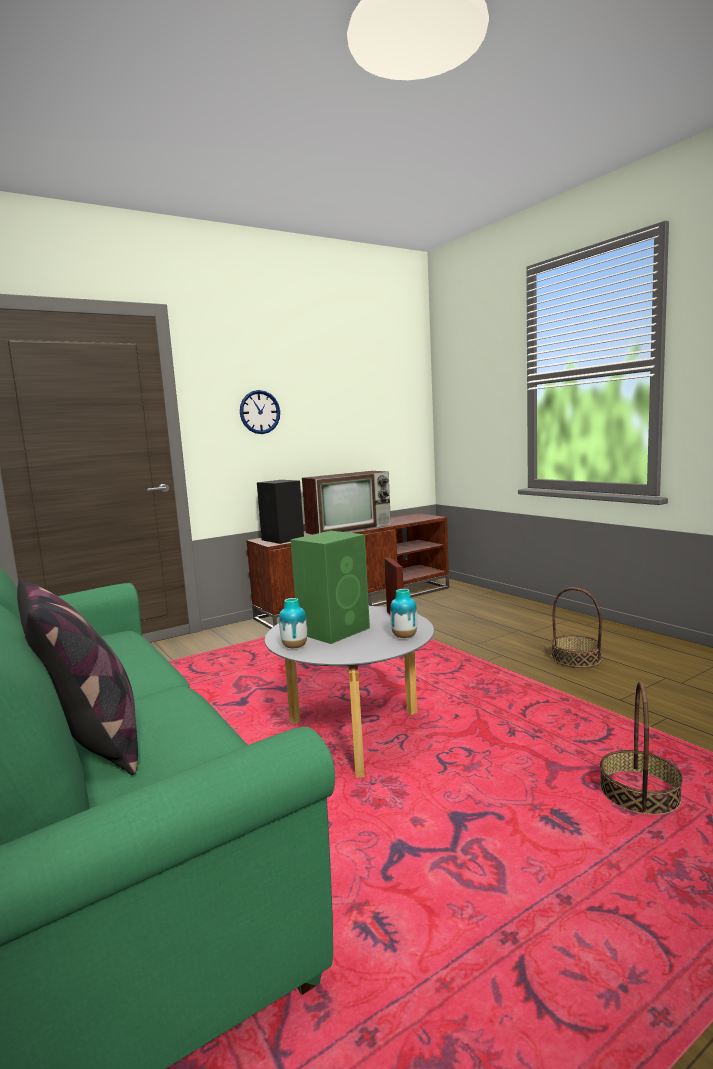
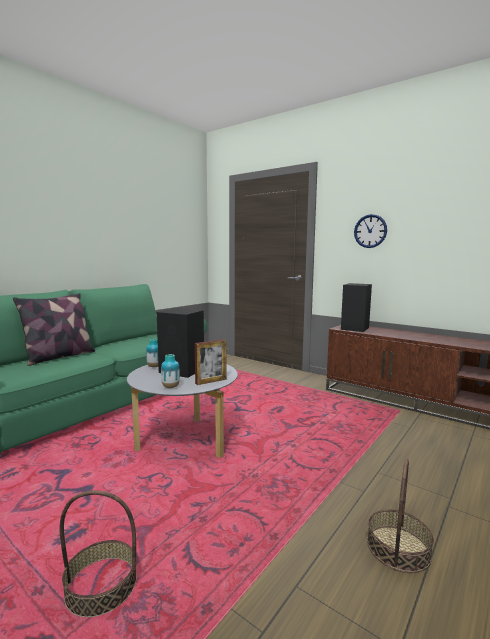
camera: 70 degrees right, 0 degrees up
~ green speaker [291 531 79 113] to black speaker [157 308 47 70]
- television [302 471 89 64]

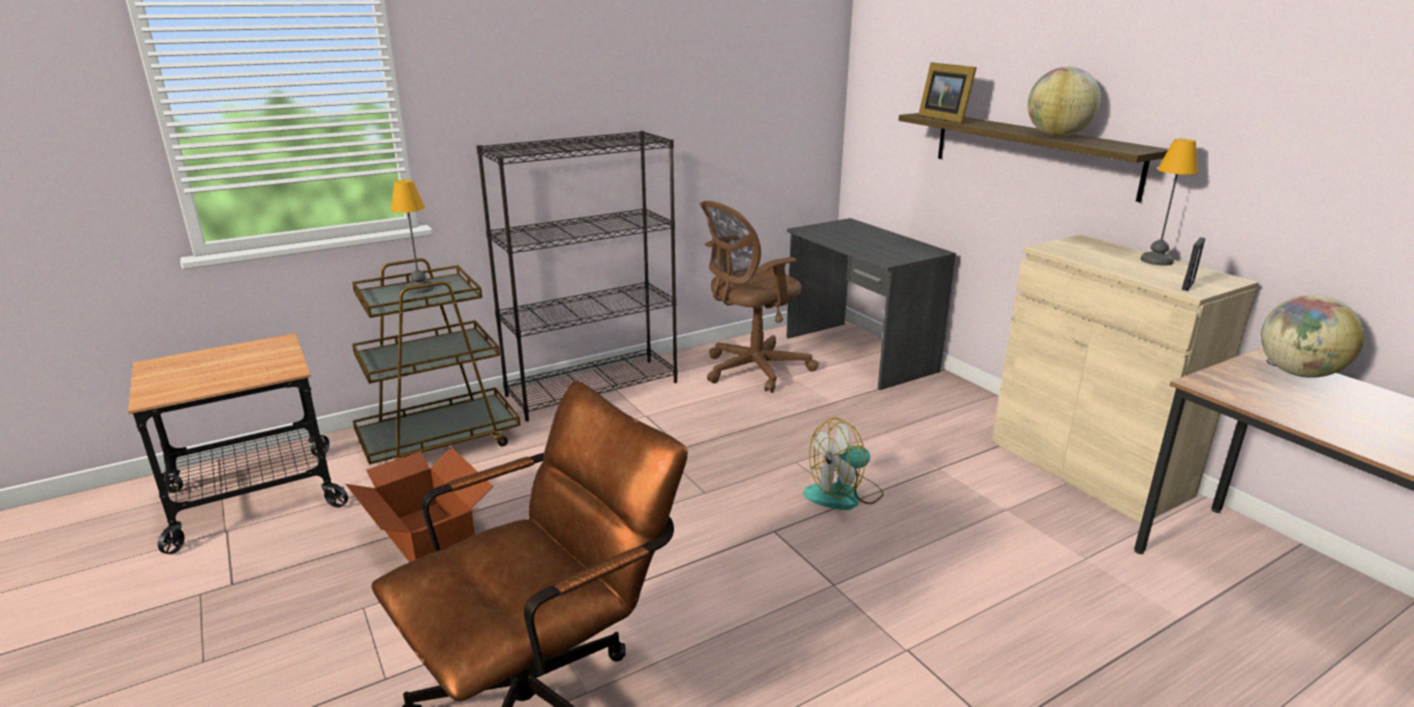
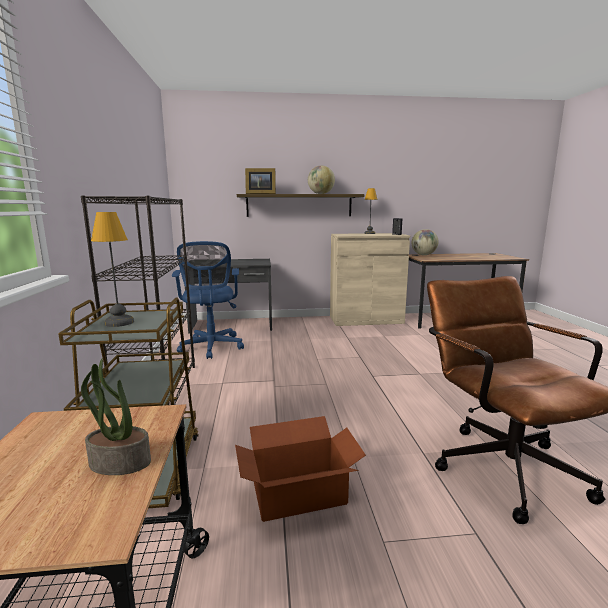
camera: 65 degrees left, 10 degrees down
~ brown office chair [700 201 119 191] to blue office chair [172 241 72 118]
- fan [803 417 81 93]
+ potted plant [81 359 70 116]

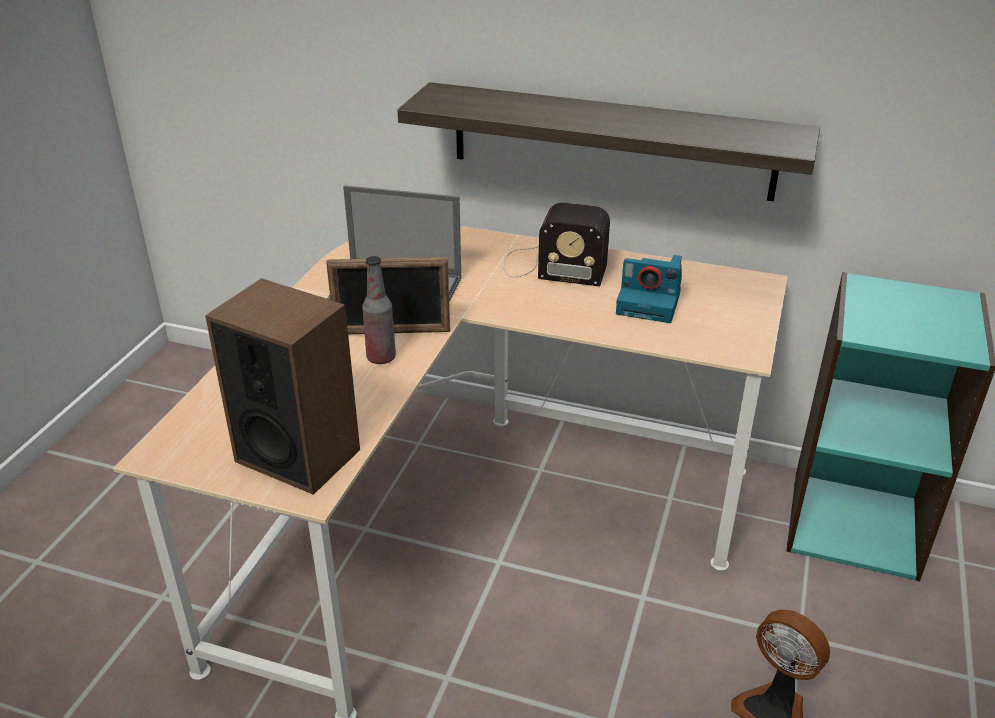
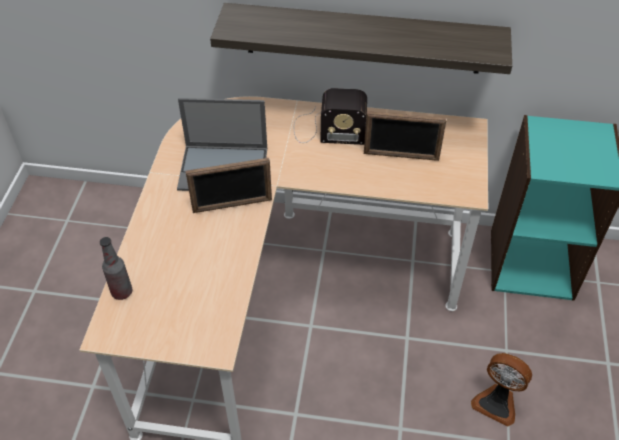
camera: 10 degrees left, 15 degrees up
- speaker [205 278 155 217]
~ bottle [362 256 34 108] to [100 237 32 63]
~ photo camera [616 255 66 68] to picture frame [364 111 83 50]

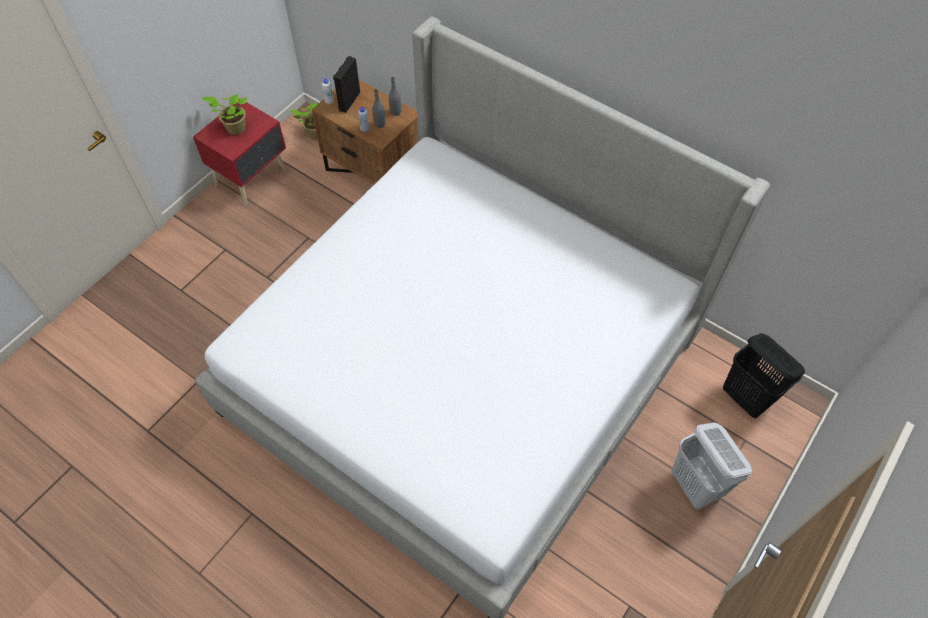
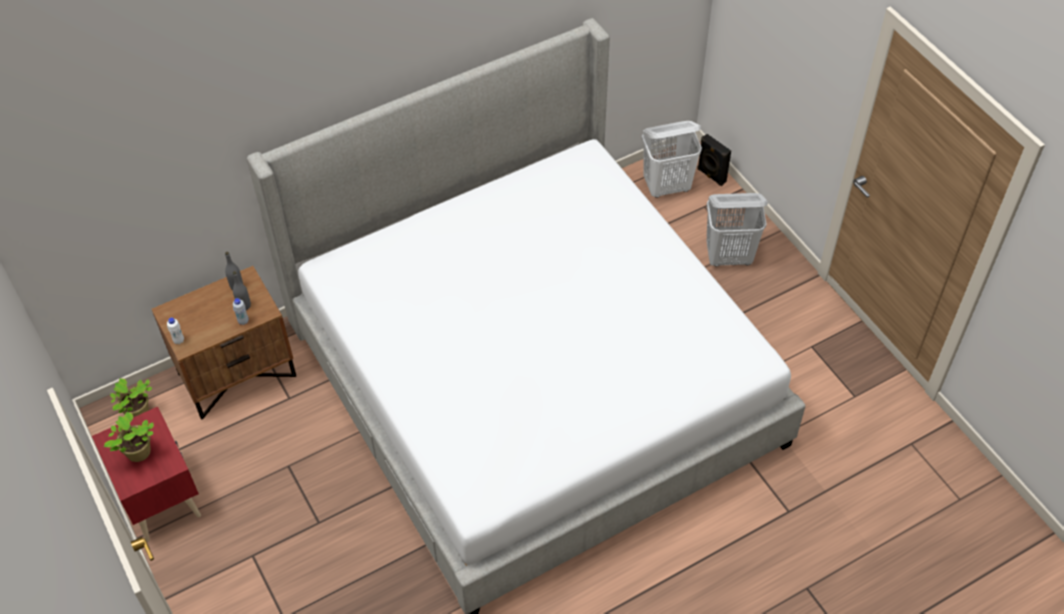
camera: 65 degrees left, 5 degrees down
~ black speaker [333 56 27 57] to [697 134 34 52]
~ black laundry basket [723 333 82 85] to white laundry basket [642 121 60 77]

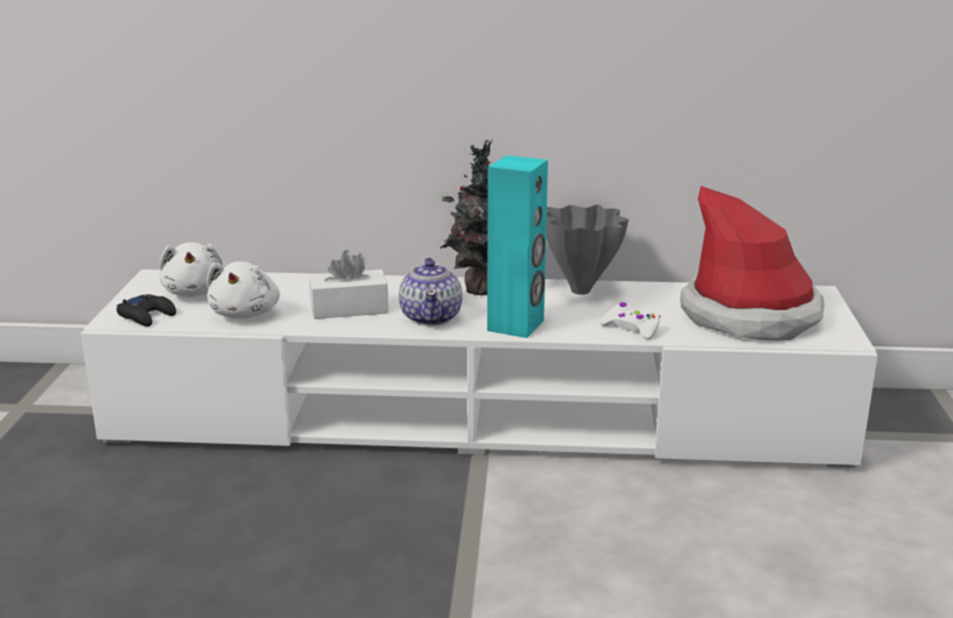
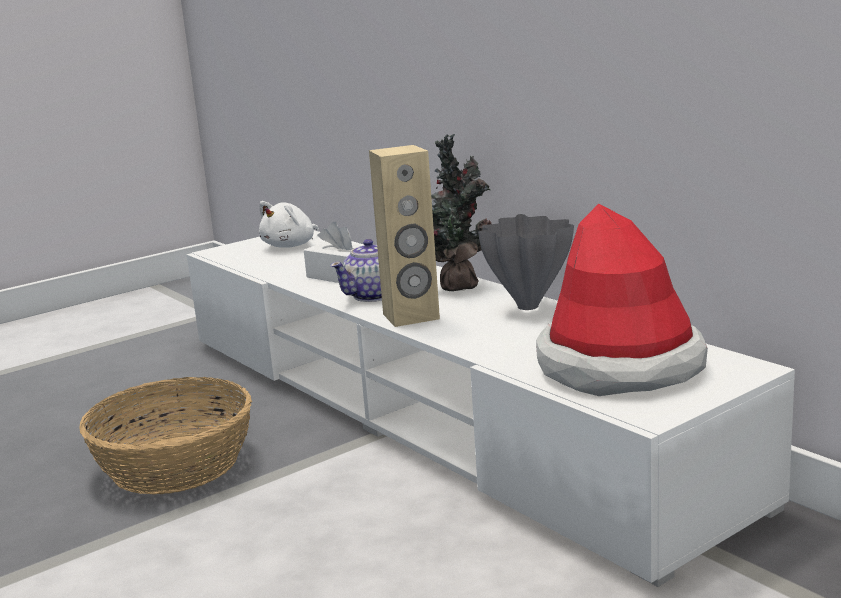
camera: 50 degrees right, 5 degrees down
- black game controller [117 294 59 33]
- white plush toy [207 261 73 58]
~ turquoise speaker [487 155 61 183] to beige speaker [369 145 71 182]
- white game controller [600 302 60 38]
+ basket [79 377 173 118]

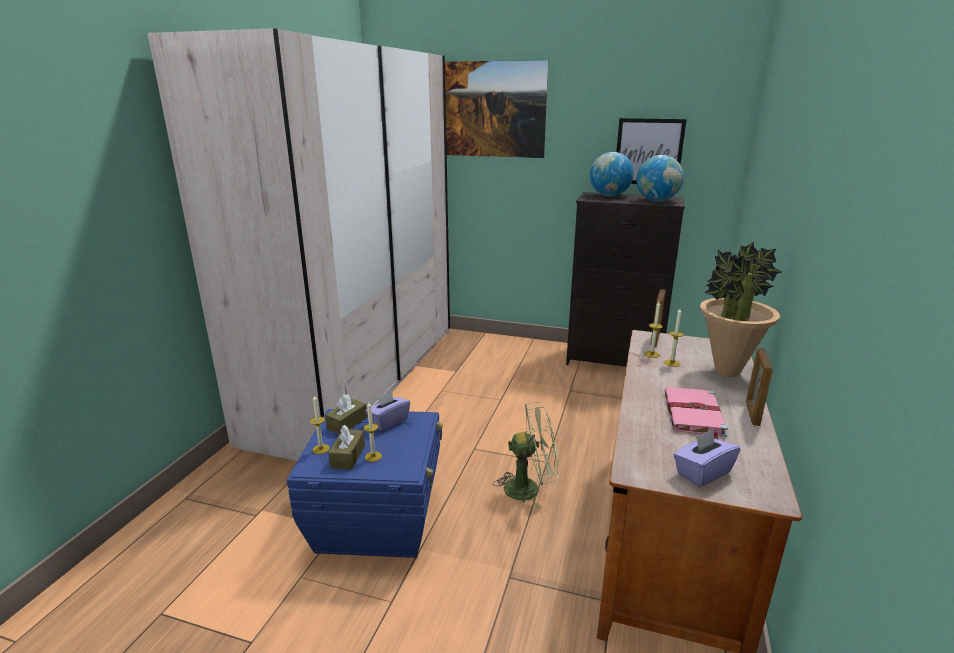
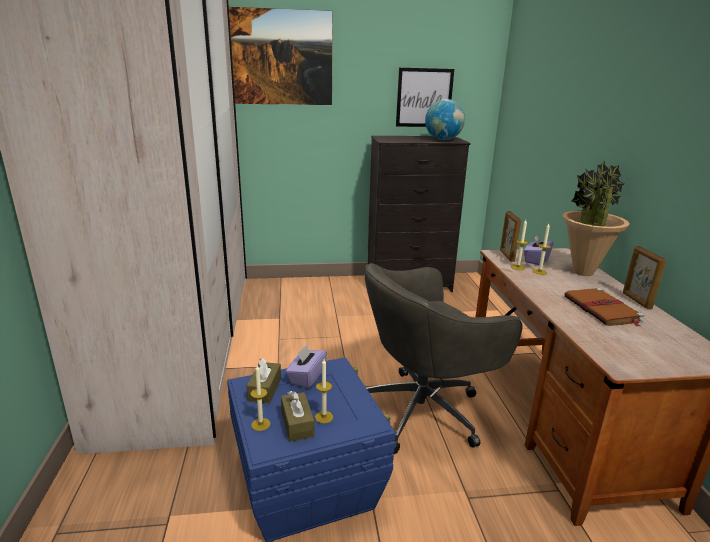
camera: 25 degrees left, 0 degrees up
~ green fan [493 402 65 108] to grey office chair [365 263 157 191]
- globe [590 152 44 44]
~ pink book [665 387 63 52] to brown book [564 288 80 38]
~ purple tissue box [674 429 66 58] to [524 233 30 32]

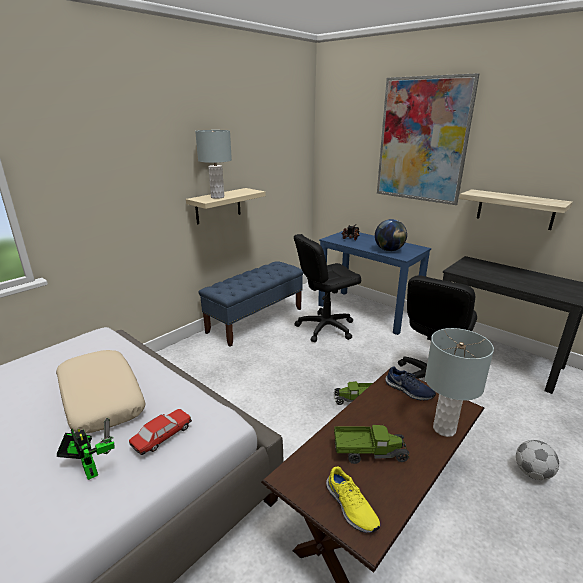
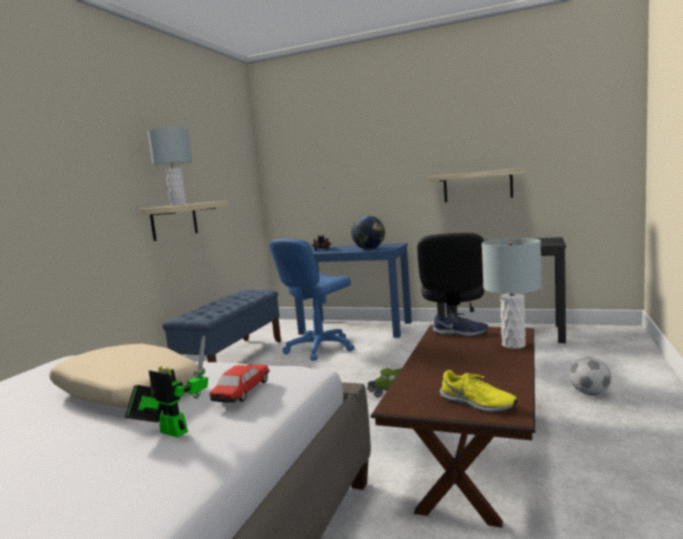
camera: 20 degrees left, 15 degrees down
~ black office chair [294 234 67 108] to blue office chair [269 239 86 122]
- toy truck [334 425 76 39]
- picture [377 73 102 132]

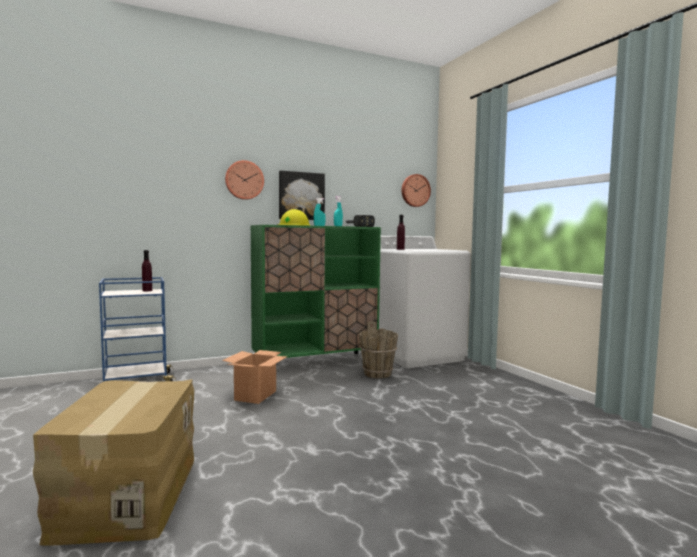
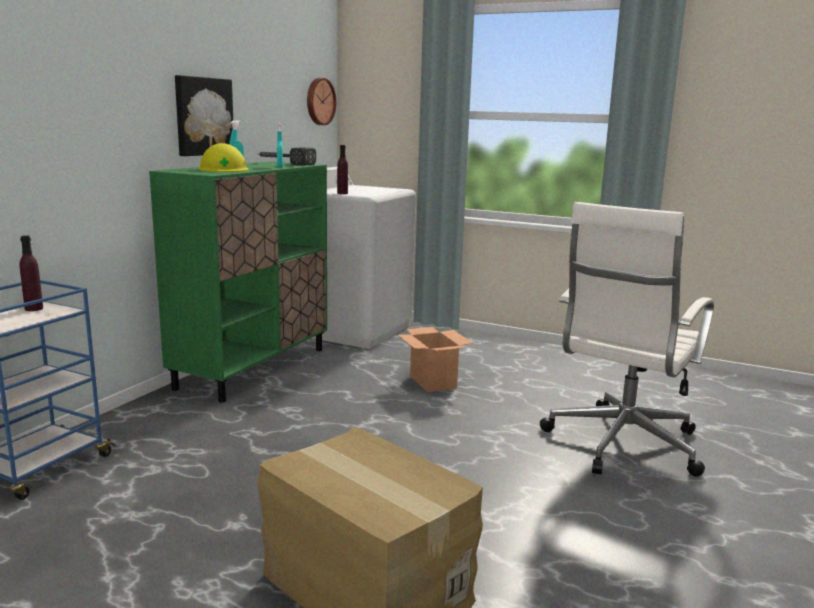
camera: 40 degrees left, 10 degrees up
~ cardboard box [222 350 66 54] to [397 327 76 65]
- wall clock [225 160 39 40]
- brown bucket [359 321 39 57]
+ white office chair [540 202 174 275]

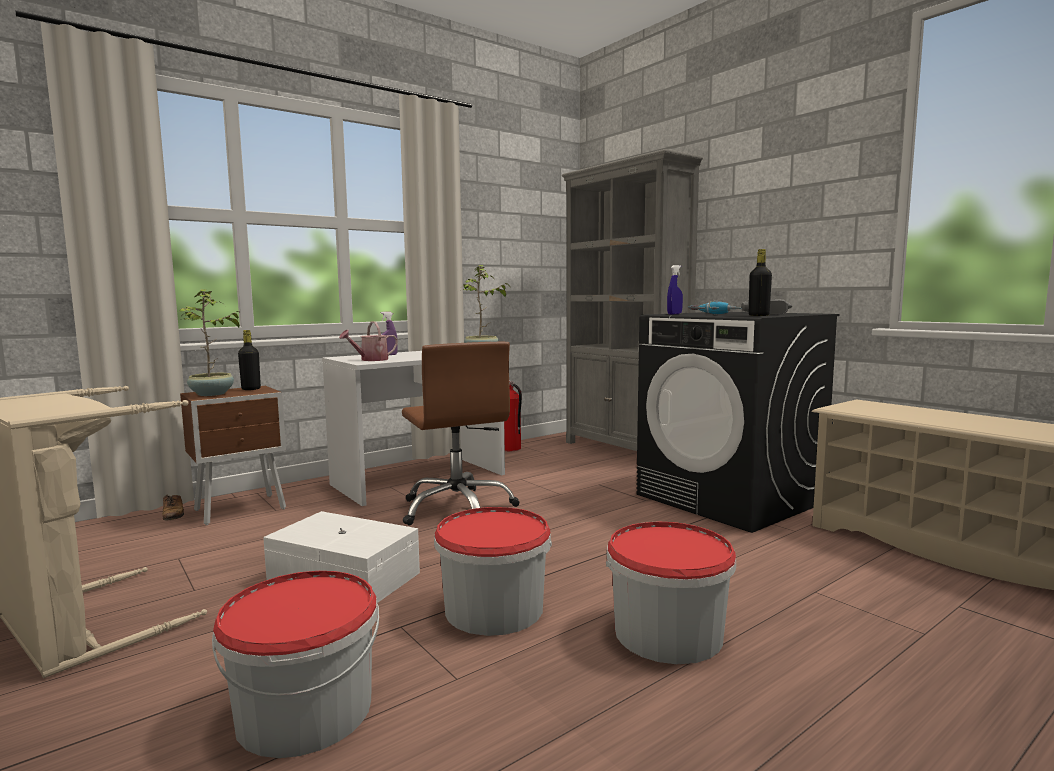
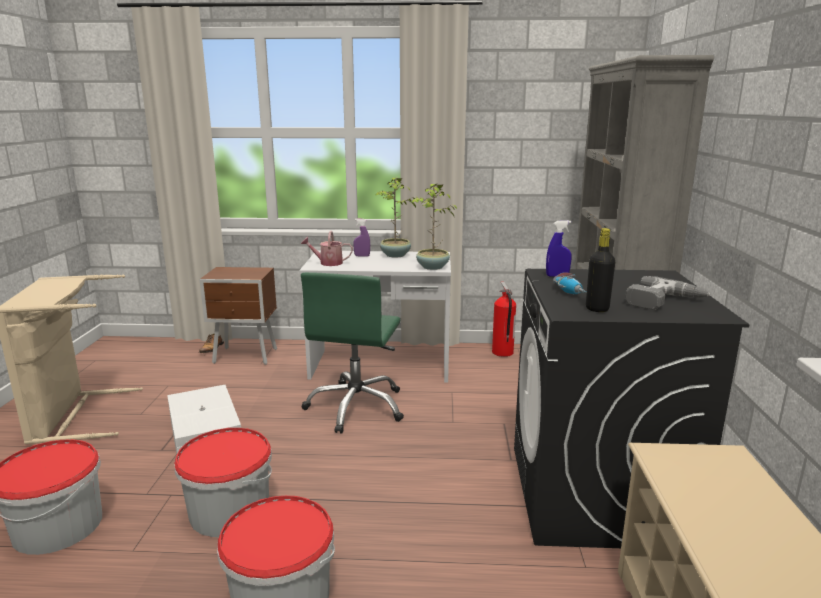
camera: 40 degrees right, 10 degrees up
~ potted plant [180 290 61 106] to [376 177 42 81]
- black bottle [238 330 23 60]
~ brown office chair [402 342 118 184] to green office chair [301 272 103 162]

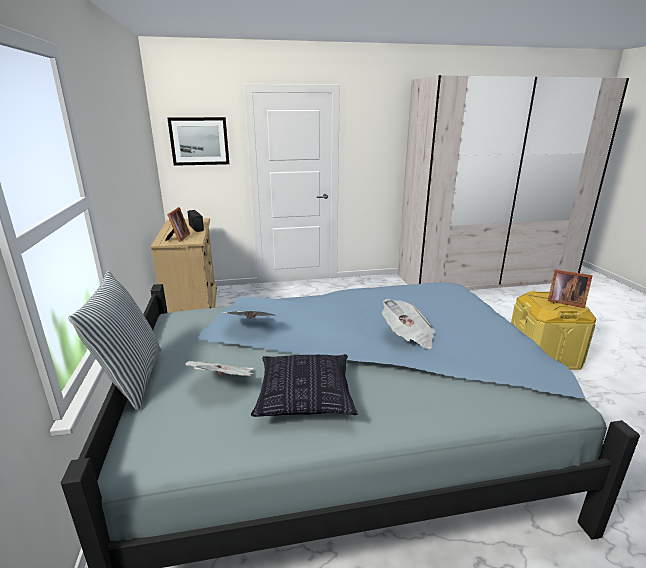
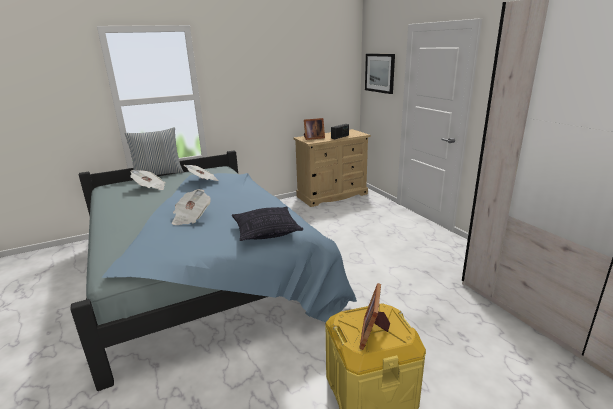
camera: 75 degrees right, 0 degrees up
~ pillow [251 354 107 63] to [232 207 71 34]

